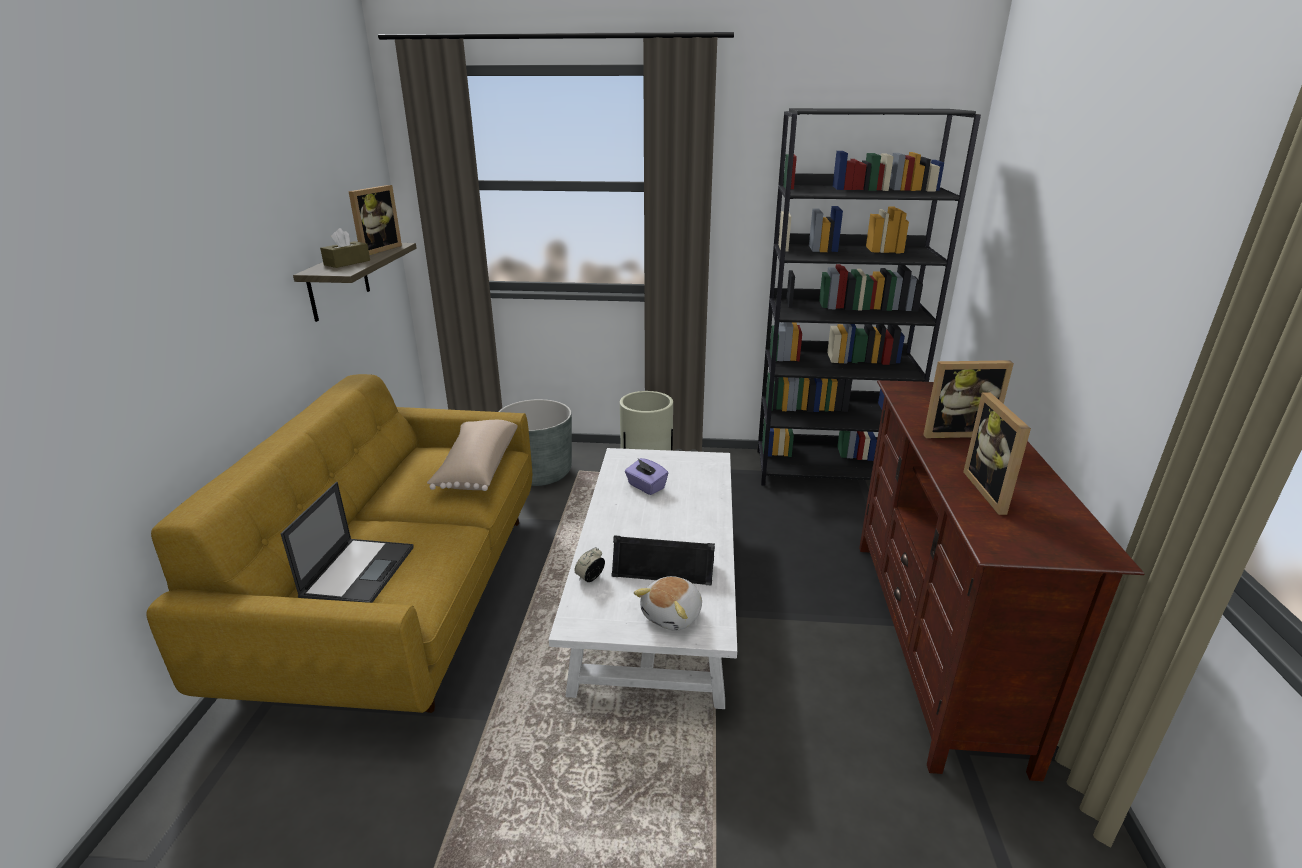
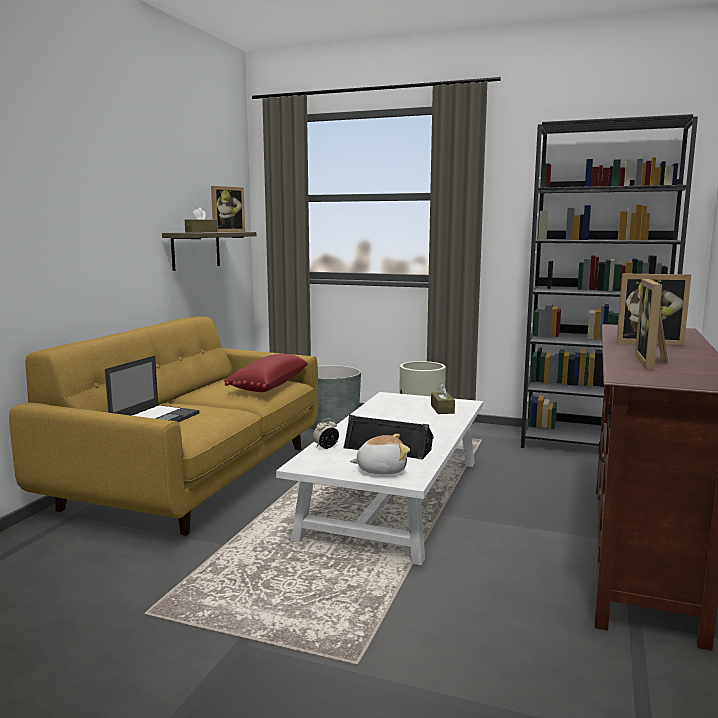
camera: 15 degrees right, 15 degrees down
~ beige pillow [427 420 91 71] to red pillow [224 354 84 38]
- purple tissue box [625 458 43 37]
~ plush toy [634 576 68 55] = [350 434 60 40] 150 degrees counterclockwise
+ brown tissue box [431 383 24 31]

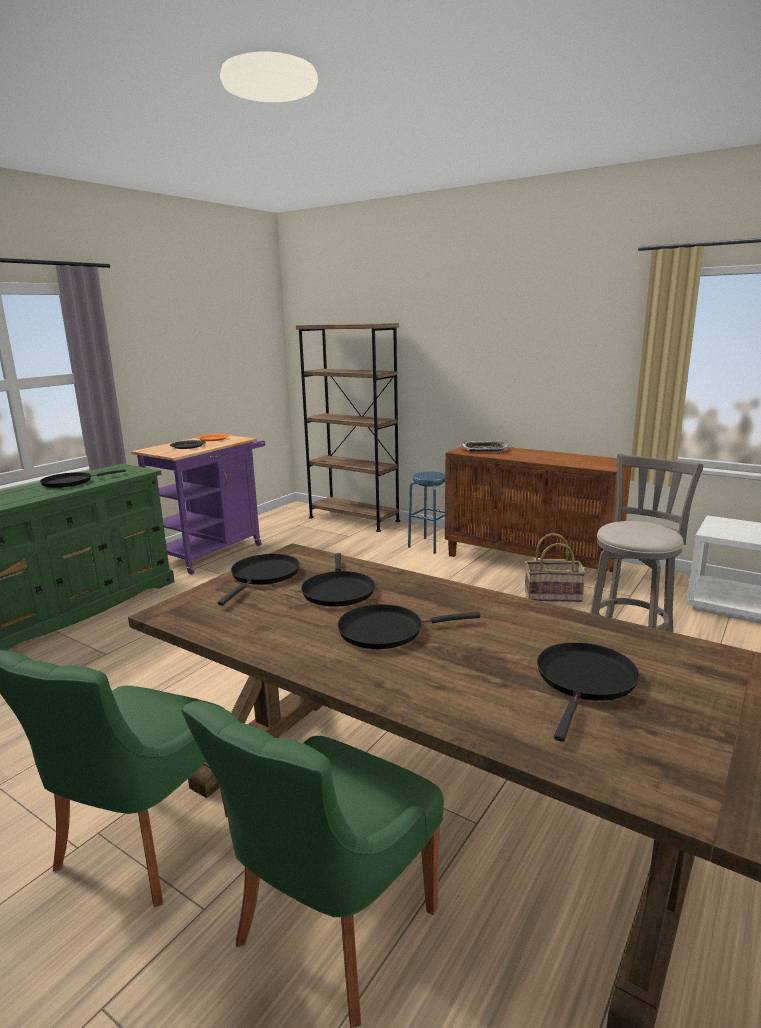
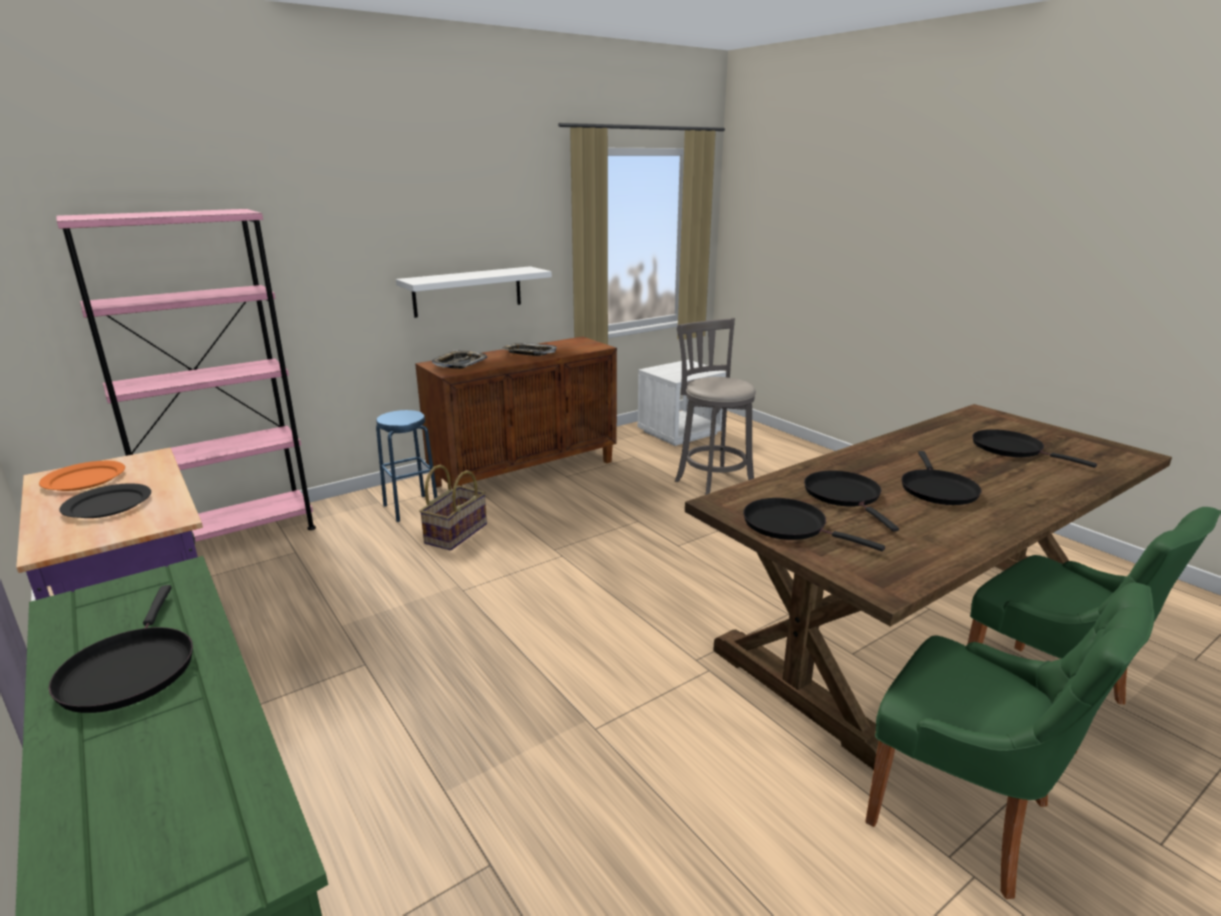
camera: 70 degrees left, 5 degrees up
~ brown bookcase [296 323 104 209] to pink bookcase [56 209 260 333]
~ black frying pan [301 553 74 54] = [804 470 95 62] 120 degrees counterclockwise
~ basket [525 533 61 69] to [419 465 68 86]
+ white shelf [396 266 156 52]
+ tray [501 343 56 13]

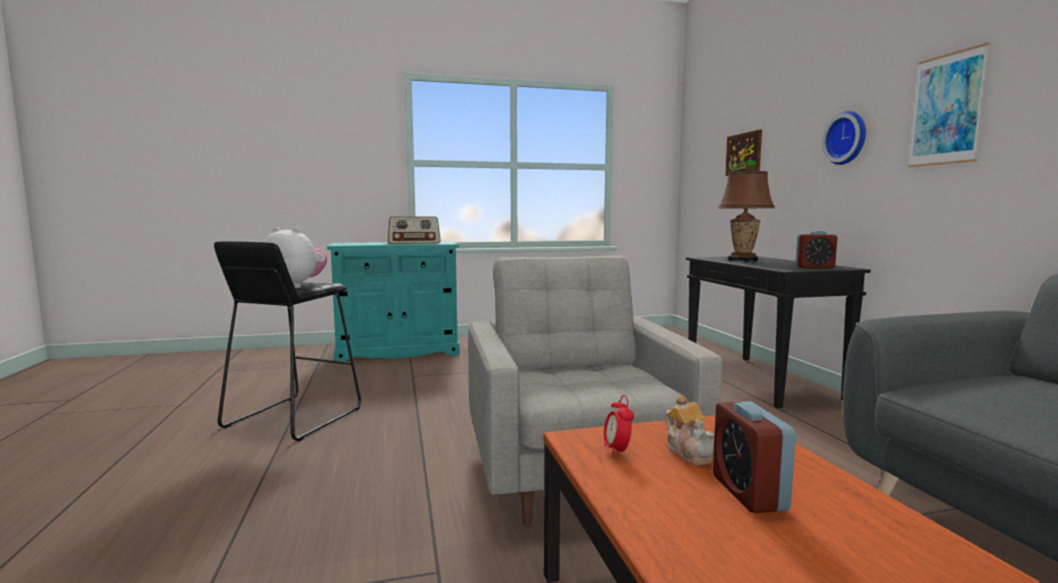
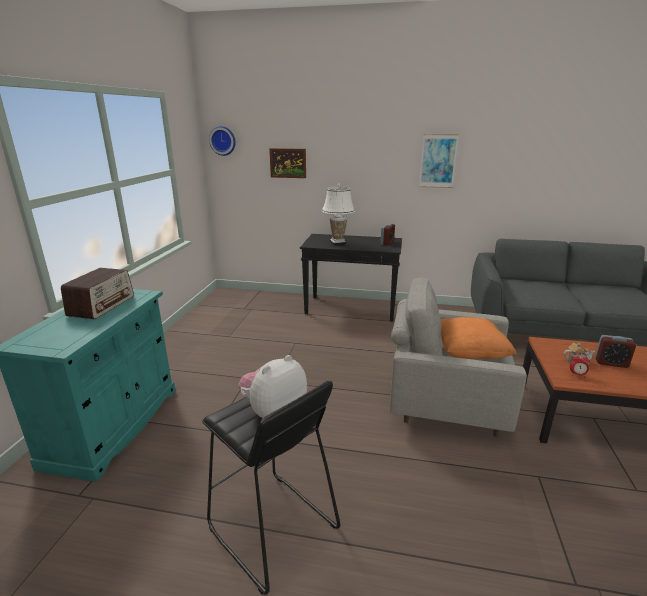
camera: 65 degrees left, 15 degrees up
~ brown table lamp [718 165 57 97] to white table lamp [322 184 33 62]
~ wall clock [822 111 44 54] to [209 126 27 30]
+ orange pillow [441 317 76 42]

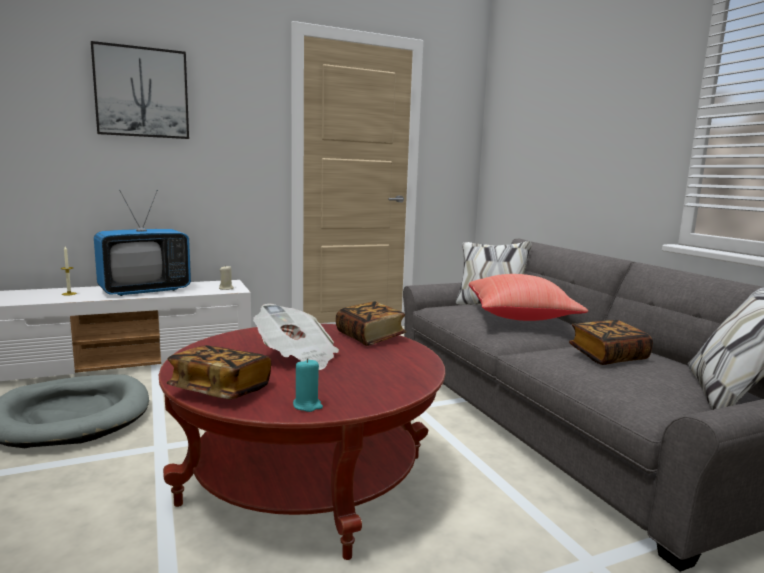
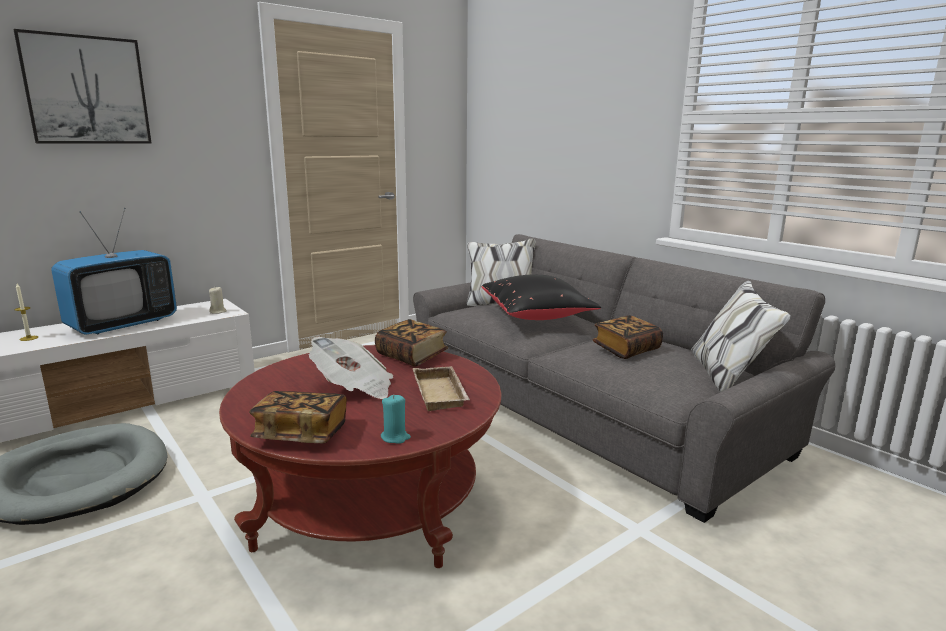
camera: 15 degrees left, 5 degrees up
~ red pillow [469 274 119 47] to black pillow [482 275 119 45]
+ beige tray [413 366 57 45]

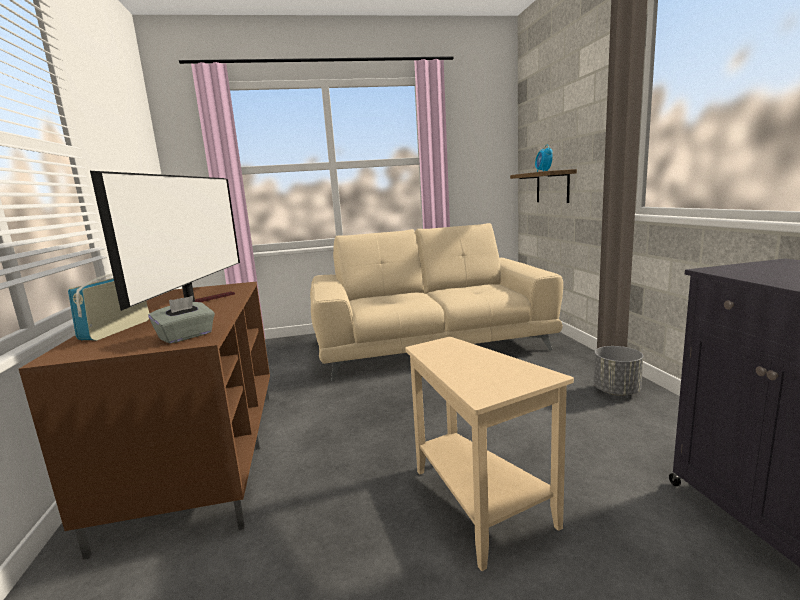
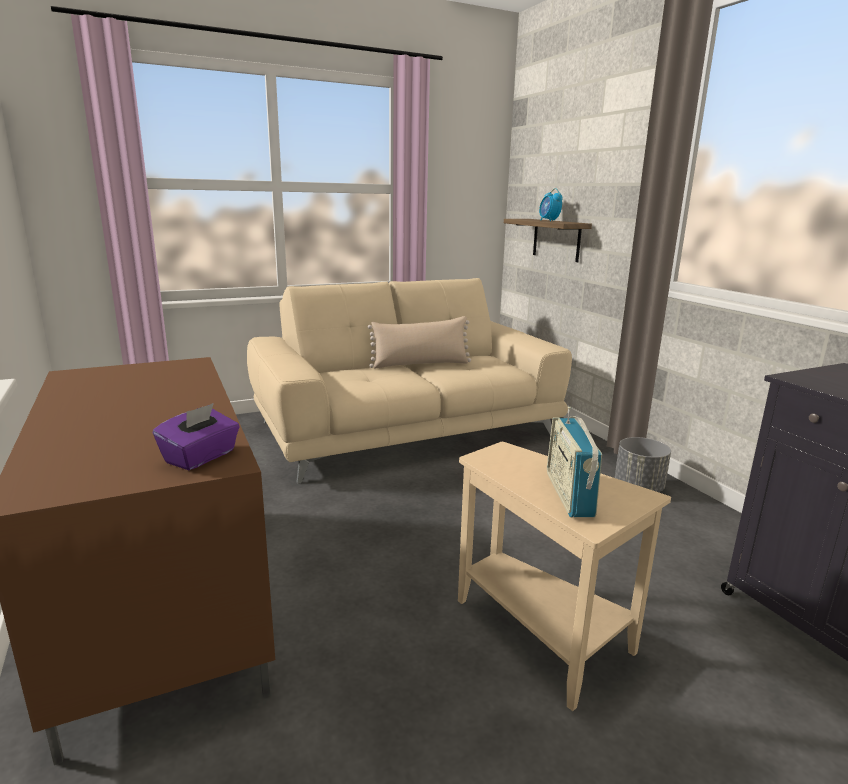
camera: 15 degrees left, 5 degrees up
~ radio [68 274 82 66] to [547 407 55 110]
- television [90 171 150 140]
~ grey tissue box [148 296 67 48] to purple tissue box [153 403 87 67]
+ beige pillow [368 316 103 52]

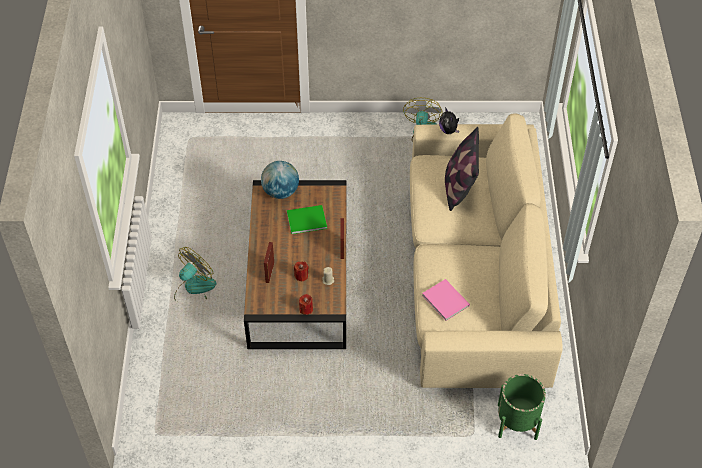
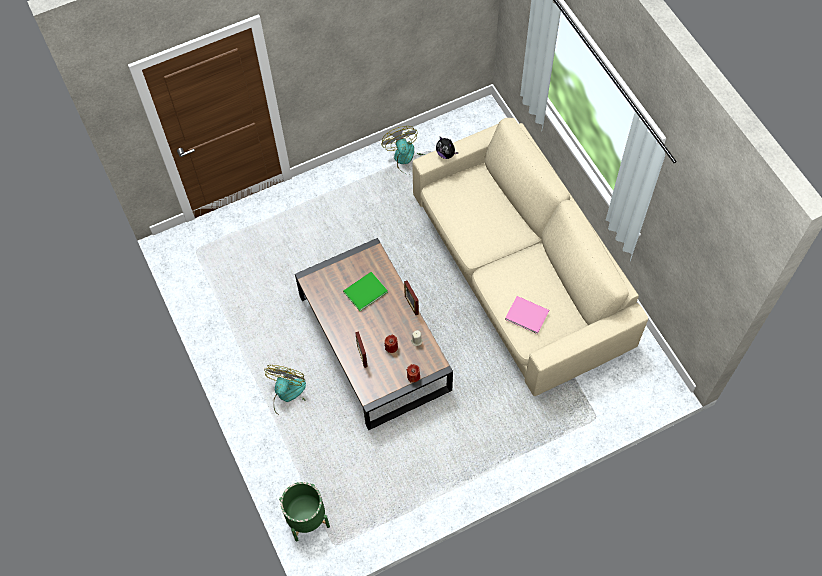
camera: 25 degrees left, 10 degrees up
- globe [261 161 38 38]
- pillow [445 127 34 84]
~ green planter [498 374 48 66] to [279 482 51 59]

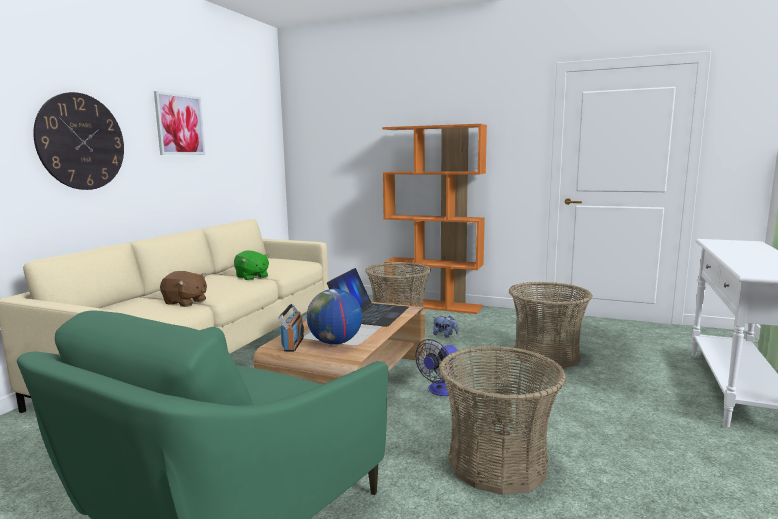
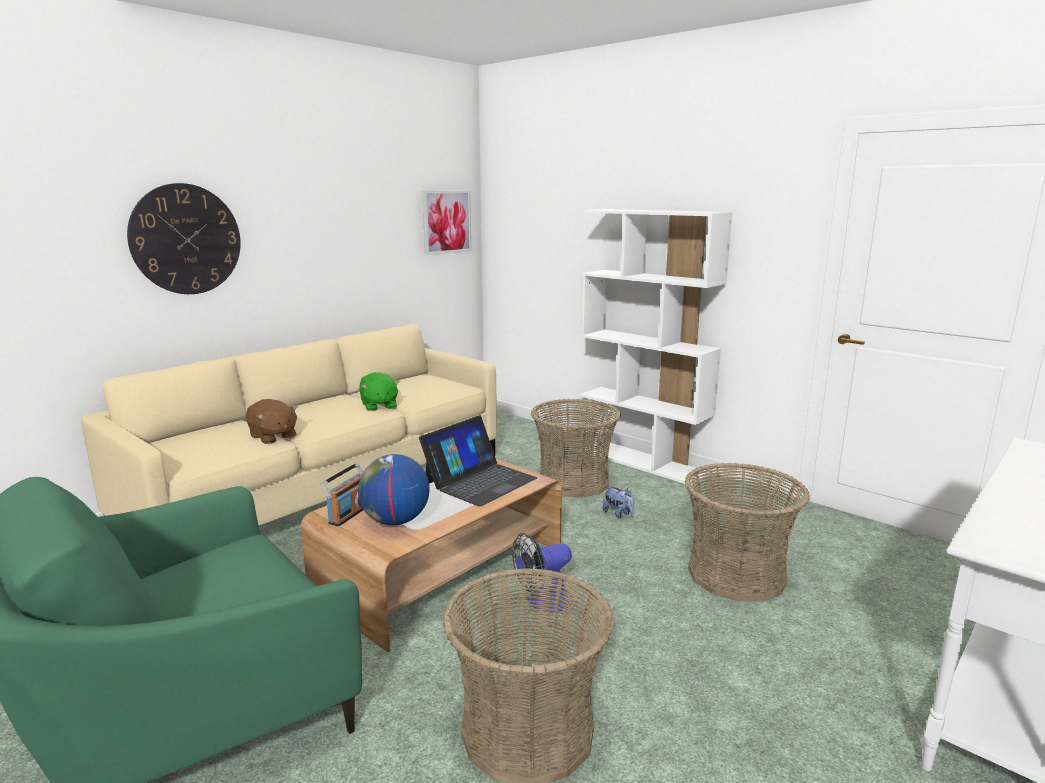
camera: 20 degrees right, 5 degrees up
~ picture [154 91 51 64] to [422 191 50 64]
~ orange bookcase [382 124 105 190] to white bookcase [578 209 155 276]

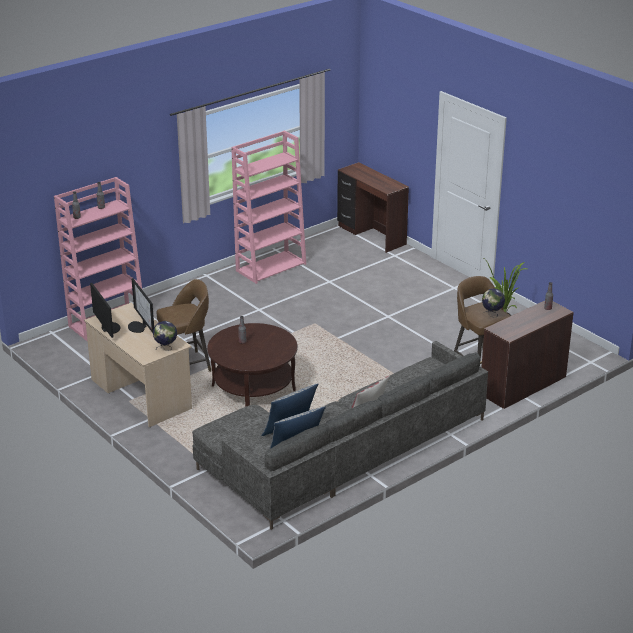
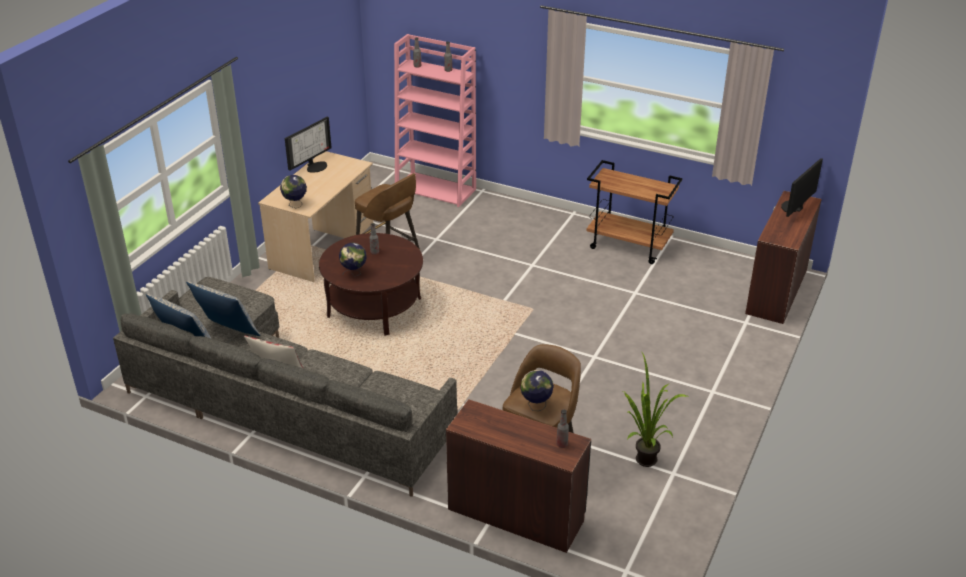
camera: 65 degrees right, 5 degrees up
~ monitor [128 278 26 55] to [781 158 42 59]
~ pink bookcase [231 131 75 153] to brown cart [586 160 97 104]
+ globe [339 242 28 35]

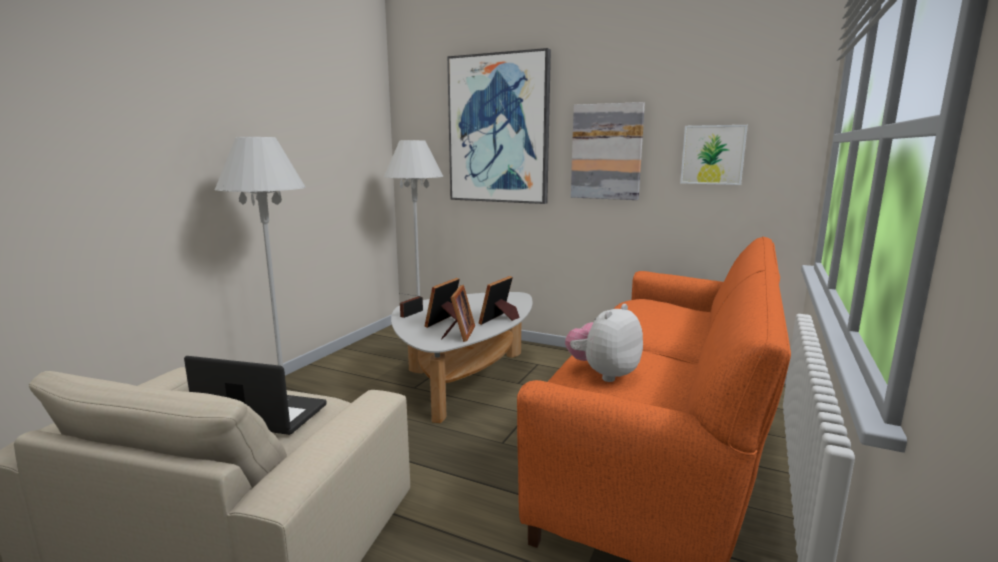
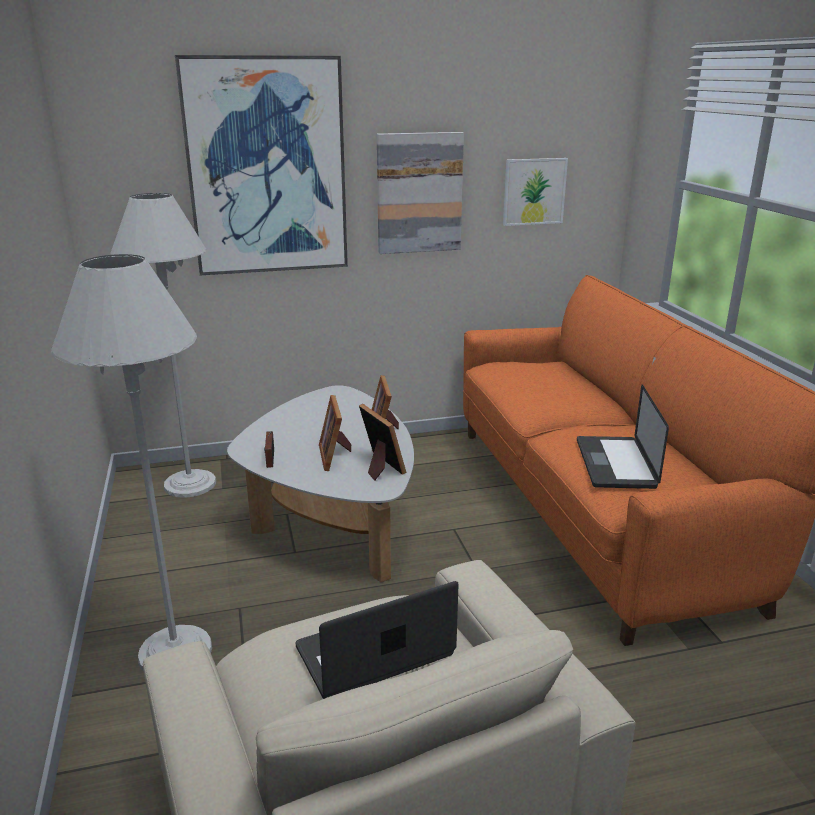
camera: 40 degrees left, 10 degrees up
~ plush toy [565 304 78 78] to laptop [577 385 92 104]

